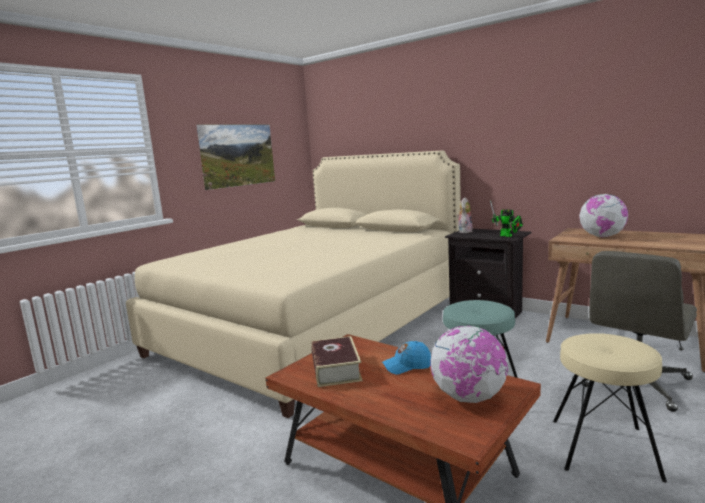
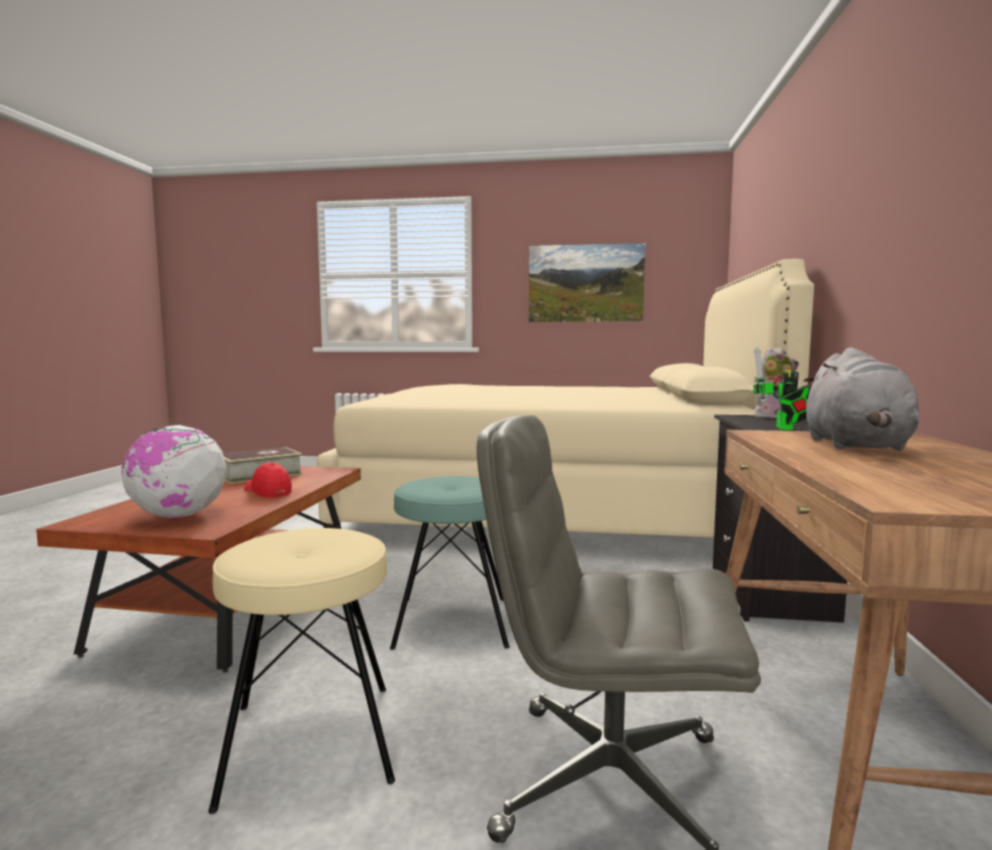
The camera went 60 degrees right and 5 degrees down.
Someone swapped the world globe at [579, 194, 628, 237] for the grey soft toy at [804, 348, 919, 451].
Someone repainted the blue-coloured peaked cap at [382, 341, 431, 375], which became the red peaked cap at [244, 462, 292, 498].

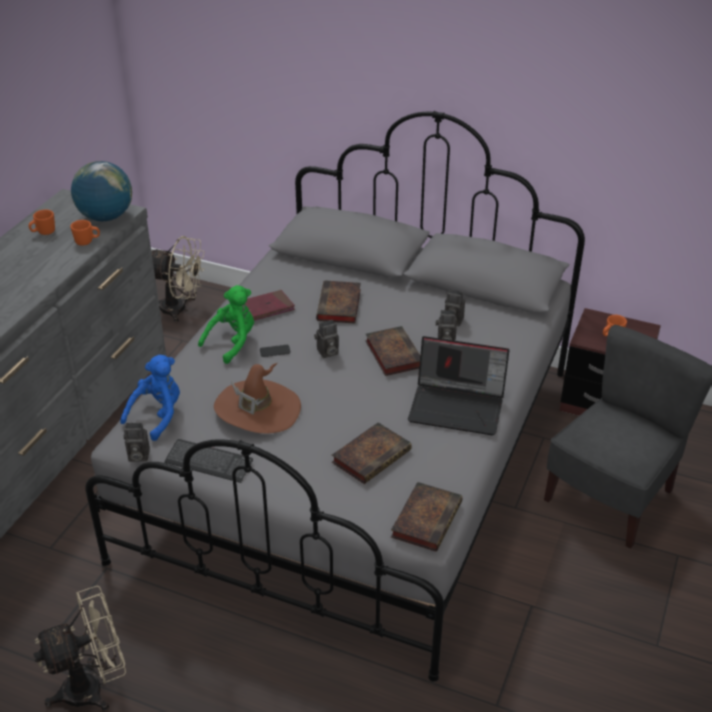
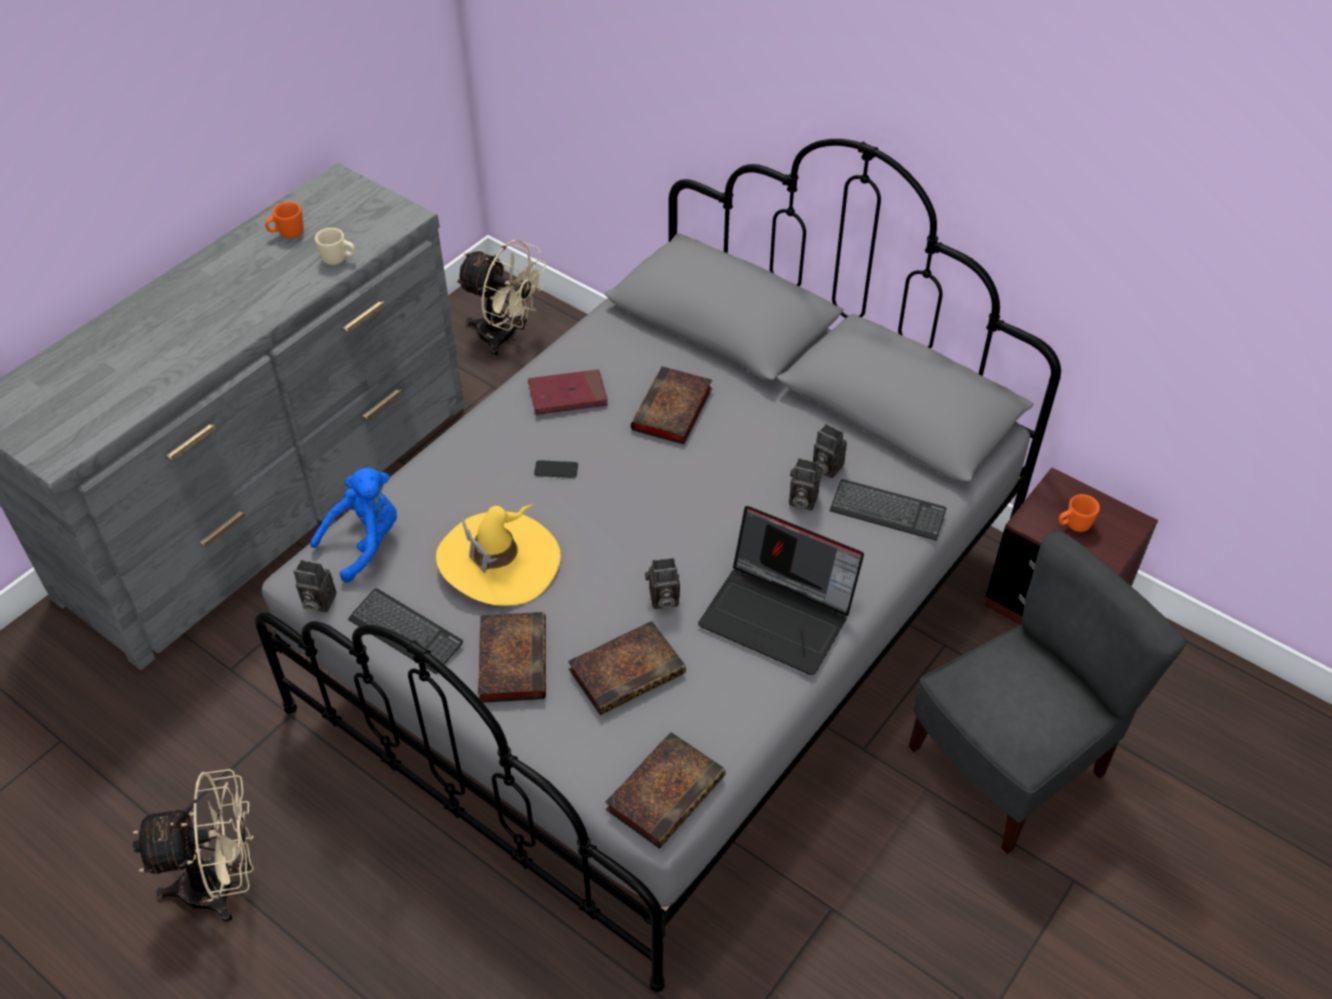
The camera went 15 degrees right and 10 degrees up.
Someone took away the world globe at [71, 161, 132, 221].
Someone repainted the orange-coloured tea mug at [70, 220, 100, 246], which became the beige tea mug at [315, 228, 355, 265].
Someone took away the green soft toy at [198, 285, 254, 364].
Someone carried the photo camera from [314, 320, 339, 358] to [645, 558, 680, 609].
Someone carried the book from [365, 326, 420, 376] to [478, 612, 546, 703].
Someone repainted the brown hat at [214, 363, 301, 433], which became the yellow hat at [436, 504, 561, 606].
Someone put down the computer keyboard at [830, 479, 946, 541].

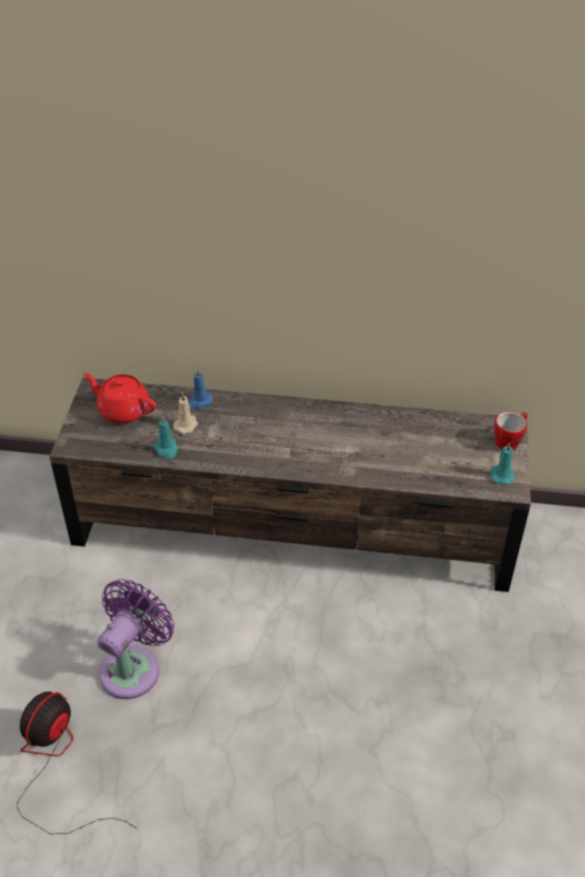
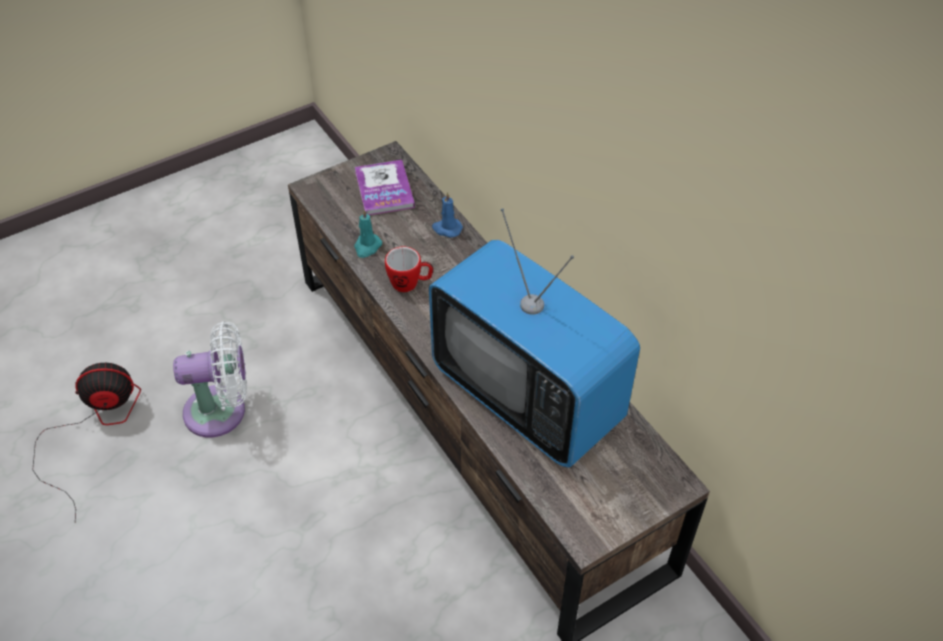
The camera went 50 degrees right and 5 degrees up.
Someone swapped the red tea pot at [83, 373, 156, 423] for the book at [355, 160, 415, 215].
Someone took away the beige wax candle at [173, 392, 198, 434].
Someone carried the tea mug from [494, 411, 528, 450] to [385, 246, 433, 292].
Someone took away the turquoise wax candle at [491, 442, 515, 484].
Someone repainted the purple-coloured fan at [98, 579, 174, 699], which became the white-coloured fan at [173, 321, 247, 438].
Someone put down the TV at [429, 209, 640, 468].

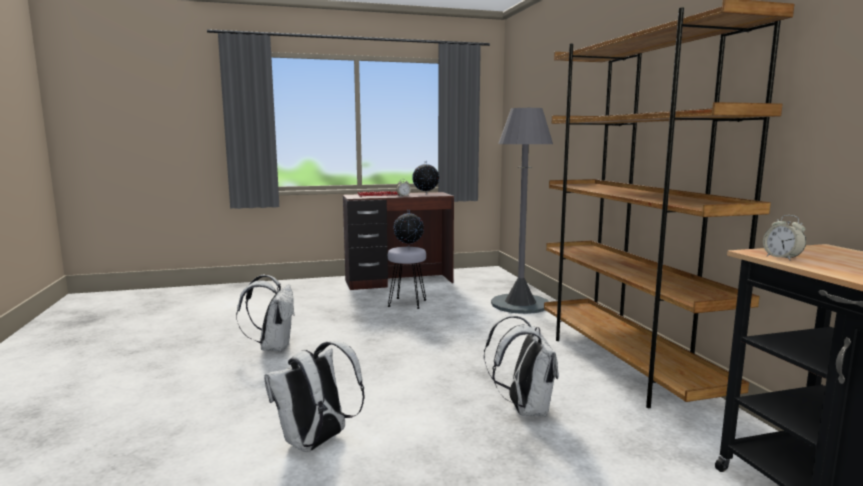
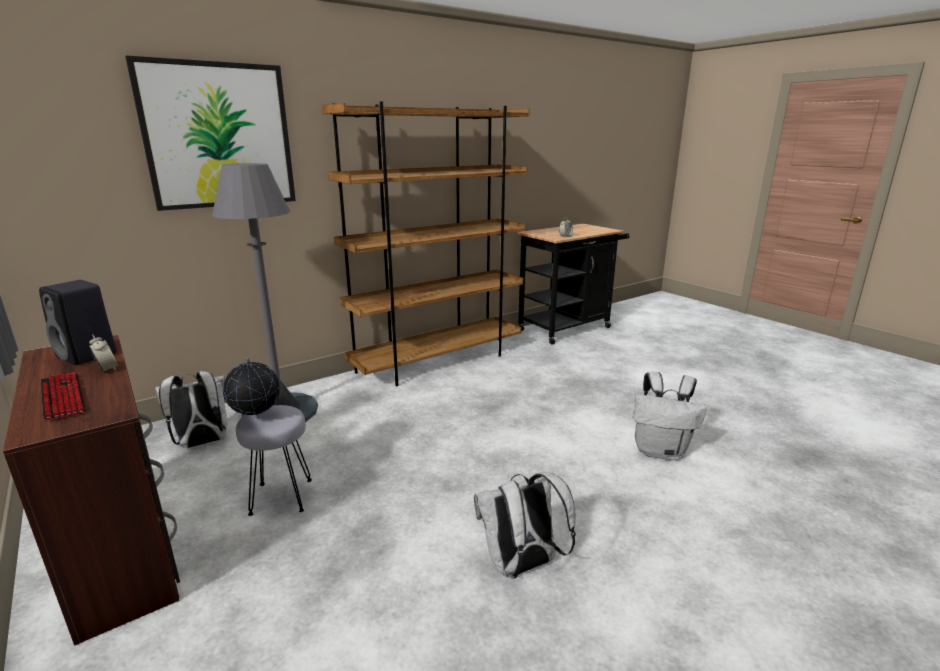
The camera went 110 degrees left and 10 degrees up.
Someone swapped the world globe at [412, 161, 439, 194] for the blackish loudspeaker at [39, 280, 117, 365].
Someone carried the white-coloured rucksack from [484, 315, 559, 416] to [155, 371, 228, 448].
Someone put up the picture at [125, 56, 296, 211].

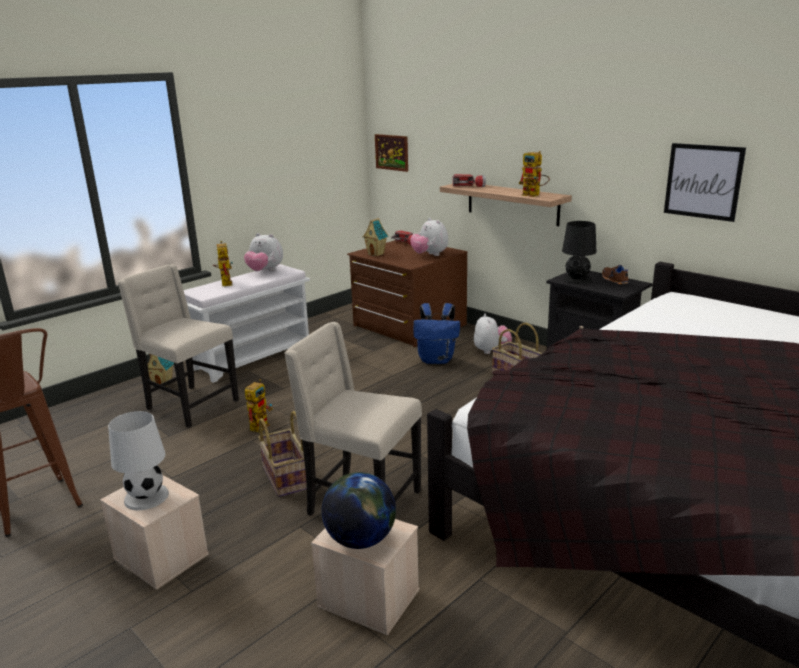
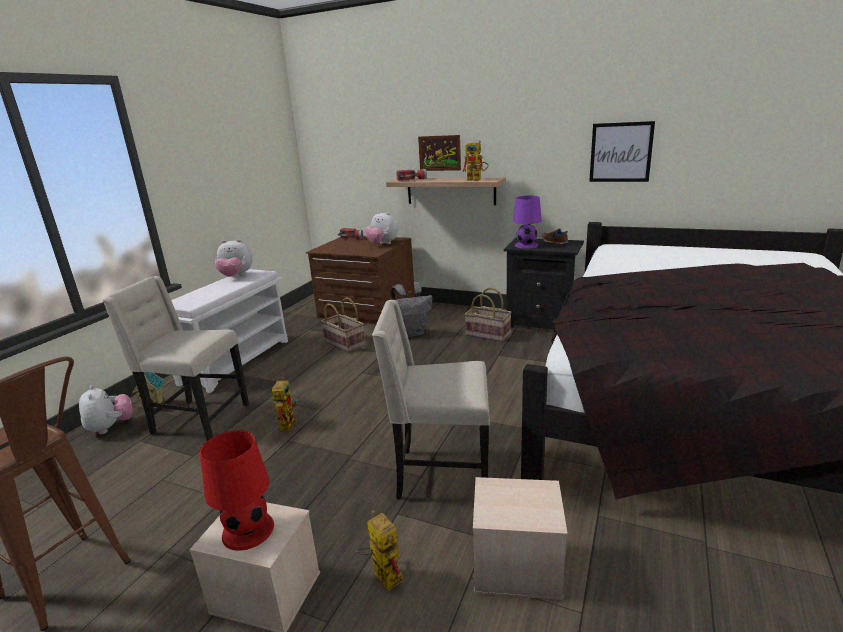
The camera went 20 degrees left and 0 degrees up.
Someone carried the picture from [375, 134, 408, 172] to [418, 135, 461, 171].
Someone took away the toy house at [363, 218, 388, 256].
Someone repainted the blackish lamp for a table at [562, 221, 596, 284], which became the purple-coloured lamp for a table at [513, 196, 542, 249].
Someone carried the toy robot from [213, 241, 233, 286] to [356, 510, 403, 591].
Someone repainted the blue-coloured rucksack at [414, 303, 460, 364], which became the grey rucksack at [391, 282, 432, 338].
Someone carried the soft toy from [474, 313, 512, 354] to [79, 386, 133, 434].
Someone repainted the white-coloured lamp for a table at [108, 411, 169, 510], which became the red lamp for a table at [200, 430, 274, 551].
Someone carried the household basket from [258, 411, 307, 497] to [321, 297, 365, 353].
Someone took away the world globe at [321, 472, 396, 549].

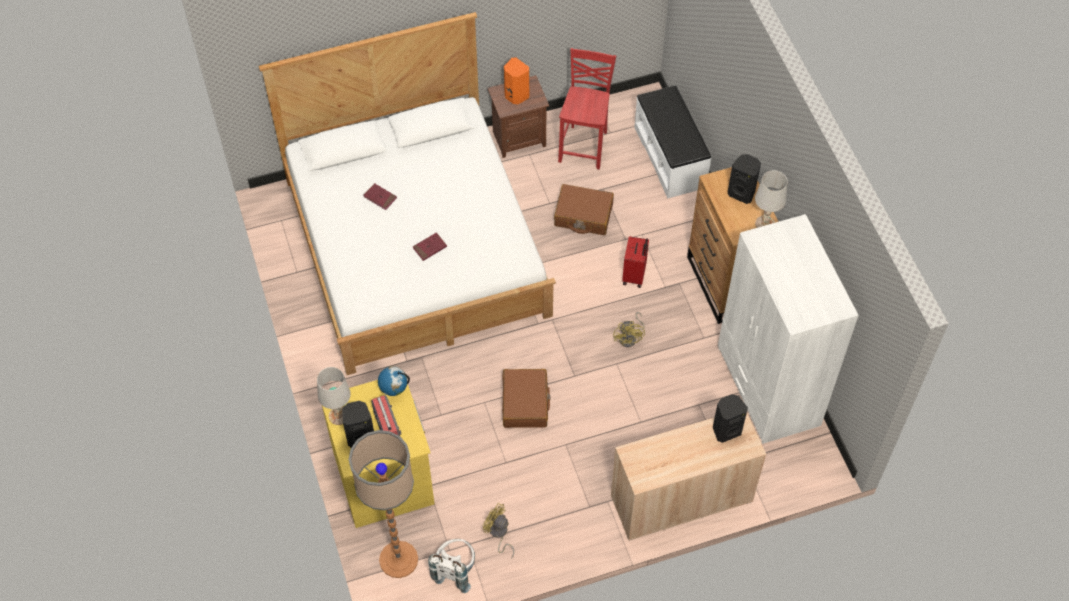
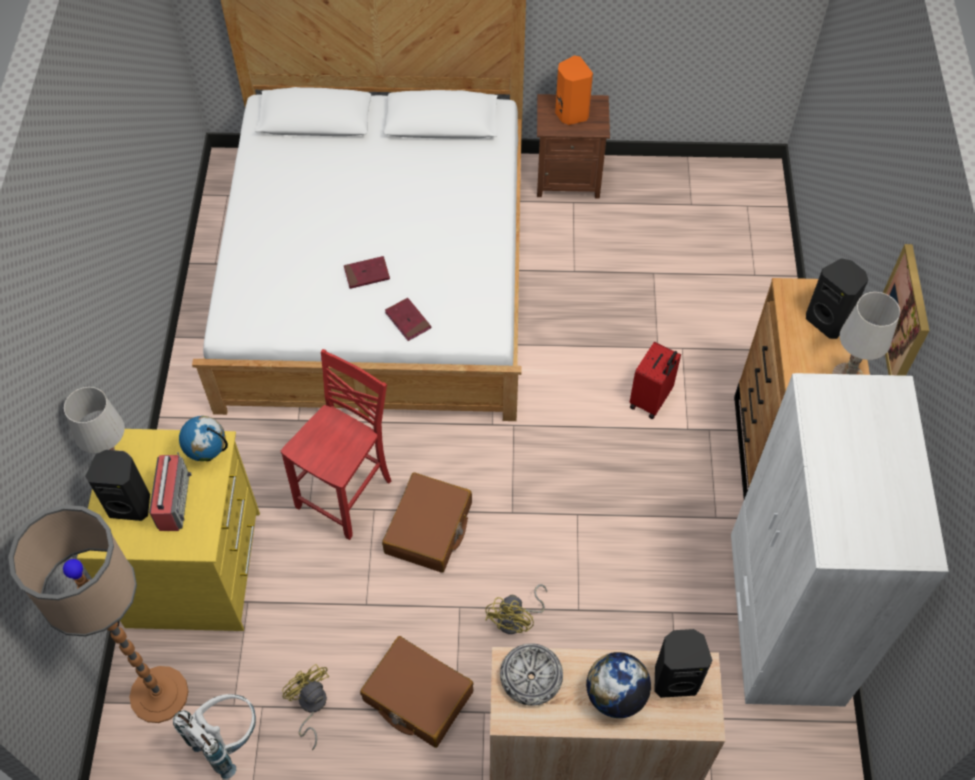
The camera went 20 degrees right and 0 degrees up.
Someone carried the red upright chair from [558, 48, 616, 169] to [281, 349, 391, 540].
Someone took away the white-coloured bench at [634, 85, 711, 198].
Someone carried the red book from [363, 183, 397, 210] to [385, 298, 431, 341].
Someone carried the brown piece of luggage from [554, 184, 614, 235] to [360, 636, 473, 748].
Someone carried the yellow fan from [613, 312, 645, 347] to [485, 584, 547, 634].
Someone put up the picture at [880, 244, 929, 376].
Someone put down the bowl at [500, 643, 563, 706].
Someone put down the world globe at [586, 652, 651, 718].

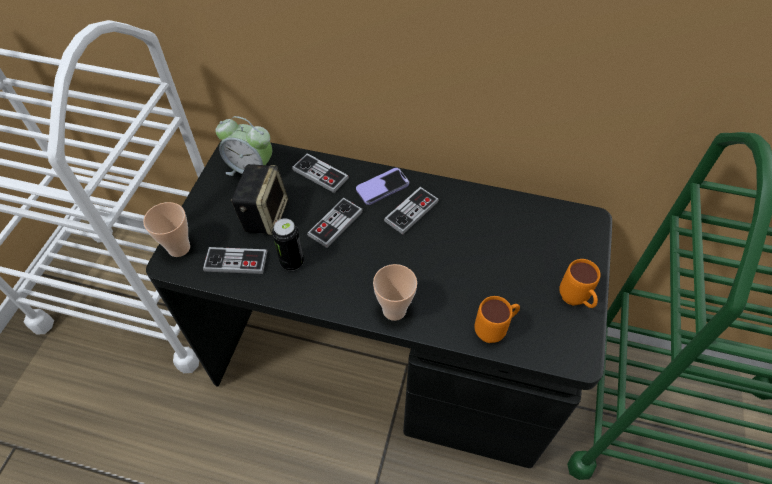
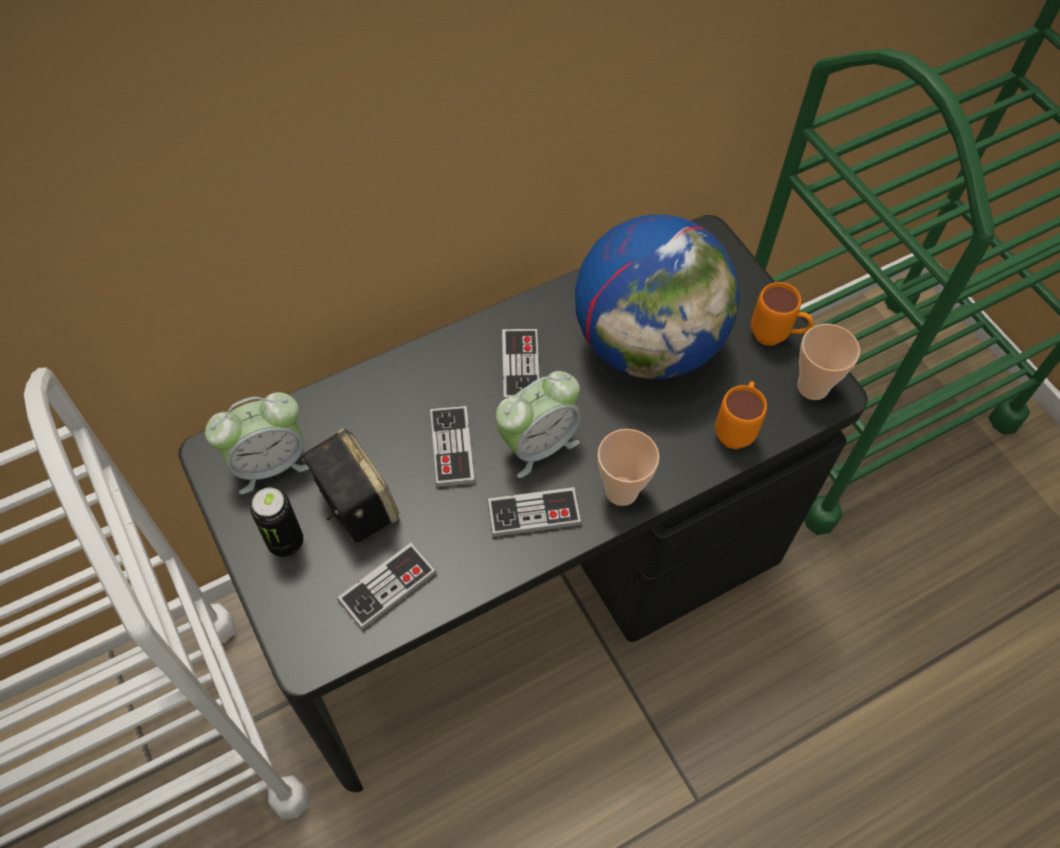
The camera went 45 degrees left and 5 degrees up.
Someone carried the joypad from [292, 153, 349, 193] to [487, 487, 582, 537].
Someone took away the telephone at [356, 168, 409, 205].
Someone carried the small cup from [143, 202, 190, 257] to [797, 324, 860, 400].
Someone carried the sealed can from [272, 218, 304, 271] to [250, 488, 304, 557].
Someone put down the world globe at [575, 215, 740, 379].
Someone put down the bedside clock at [496, 371, 581, 478].

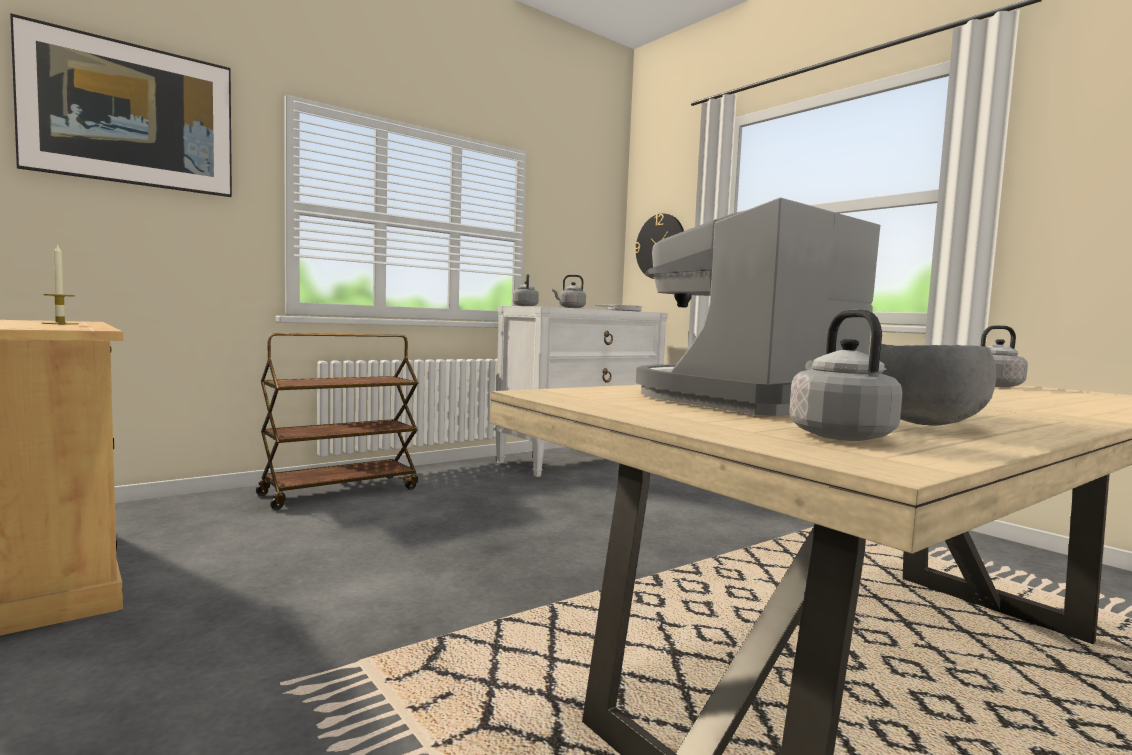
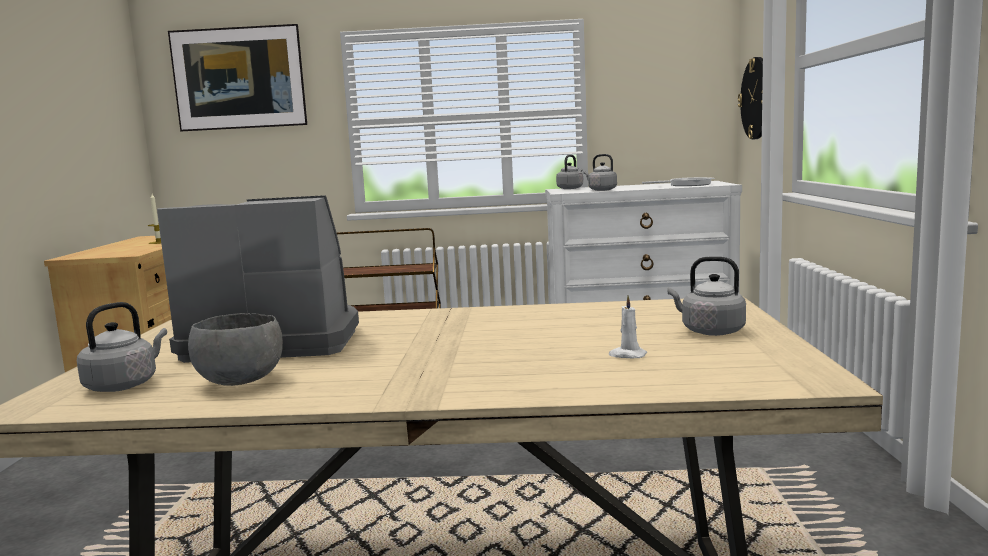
The camera went 40 degrees right and 5 degrees up.
Someone put down the white-coloured wax candle at [609, 295, 647, 358].

